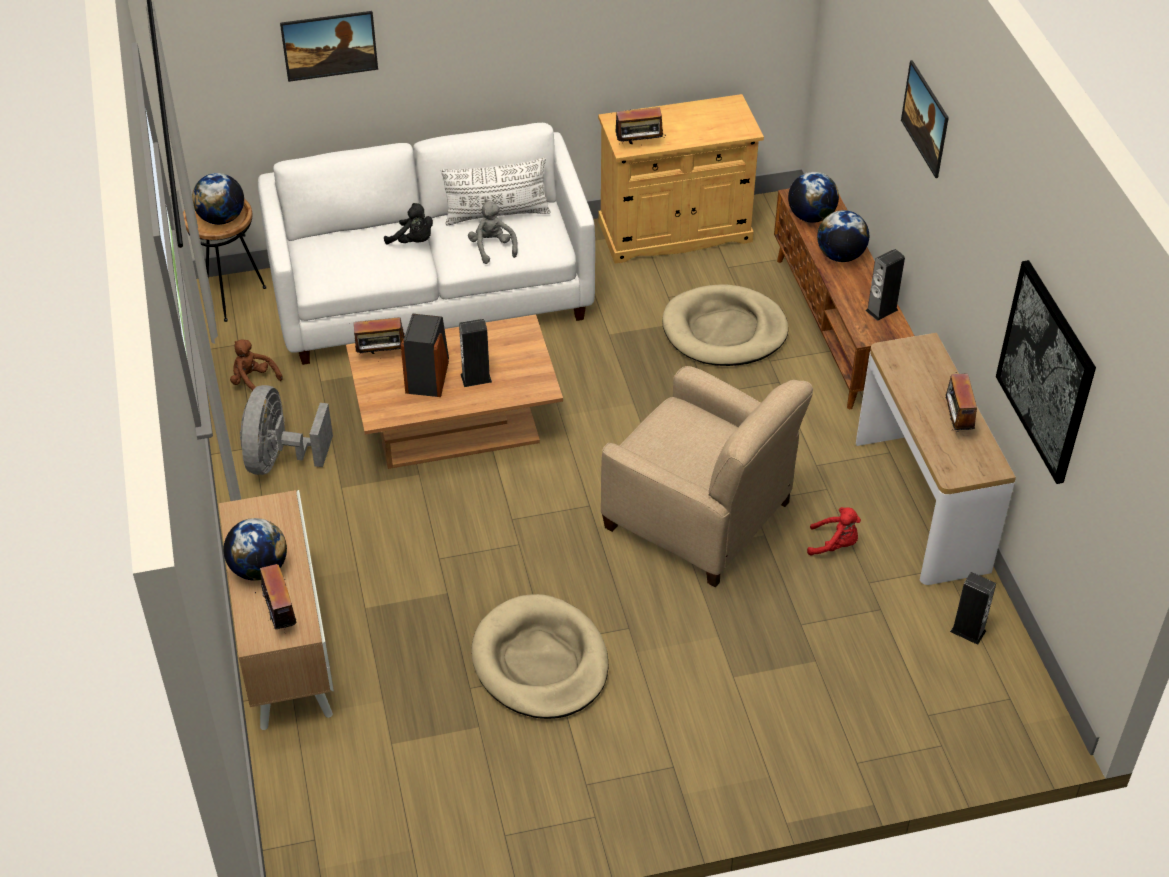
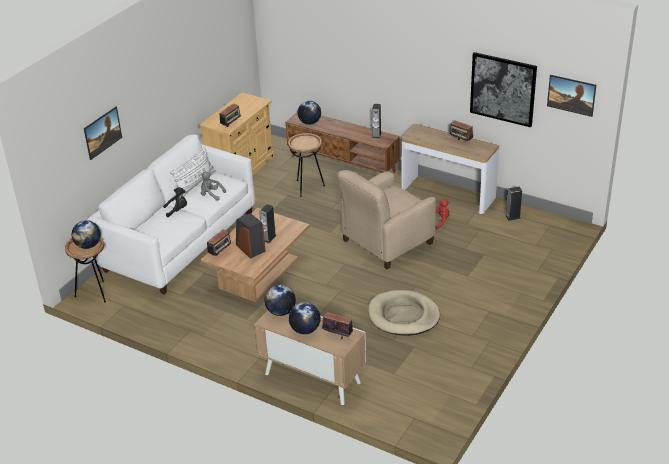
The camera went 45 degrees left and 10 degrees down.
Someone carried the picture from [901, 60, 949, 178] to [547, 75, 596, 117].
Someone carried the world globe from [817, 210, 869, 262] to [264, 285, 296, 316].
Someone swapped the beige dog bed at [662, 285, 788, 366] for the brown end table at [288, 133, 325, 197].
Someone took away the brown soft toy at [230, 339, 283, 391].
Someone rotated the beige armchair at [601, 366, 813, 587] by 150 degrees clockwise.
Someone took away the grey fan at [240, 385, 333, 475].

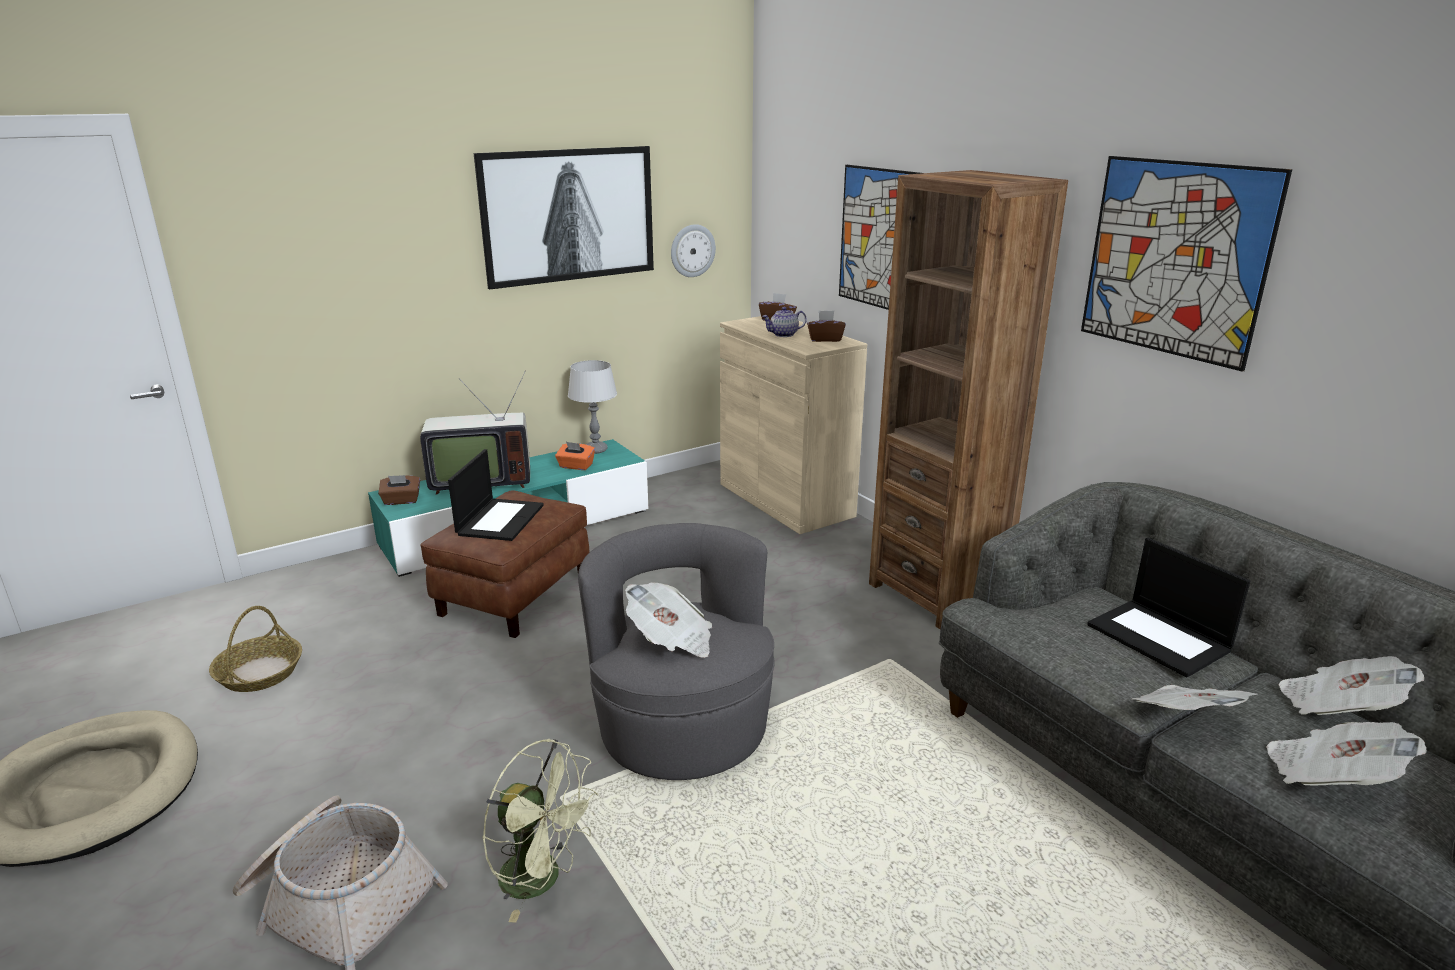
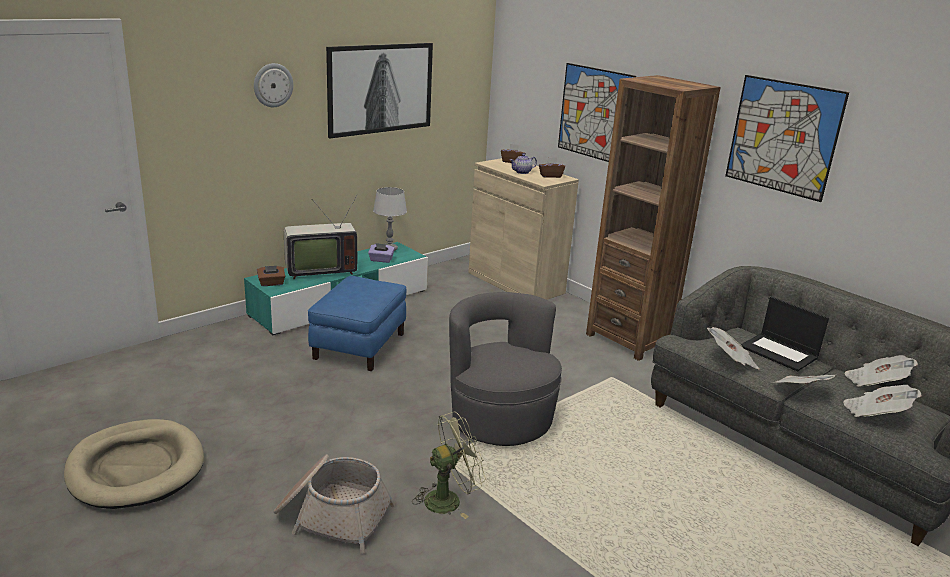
The camera went 10 degrees left and 0 degrees up.
Someone carried the wall clock from [671, 224, 716, 277] to [254, 63, 293, 107].
Someone repainted the orange-coloured box of tissues at [555, 442, 595, 470], which became the purple-coloured box of tissues at [368, 243, 395, 263].
Someone took away the notebook computer at [448, 449, 544, 541].
Someone repainted the brown ottoman at [420, 490, 589, 638], which became the blue-coloured ottoman at [308, 276, 406, 371].
Someone carried the newspaper from [626, 583, 712, 658] to [707, 327, 759, 369].
Someone took away the household basket at [209, 606, 302, 692].
Someone rotated the green fan at [482, 739, 599, 923] by 45 degrees counterclockwise.

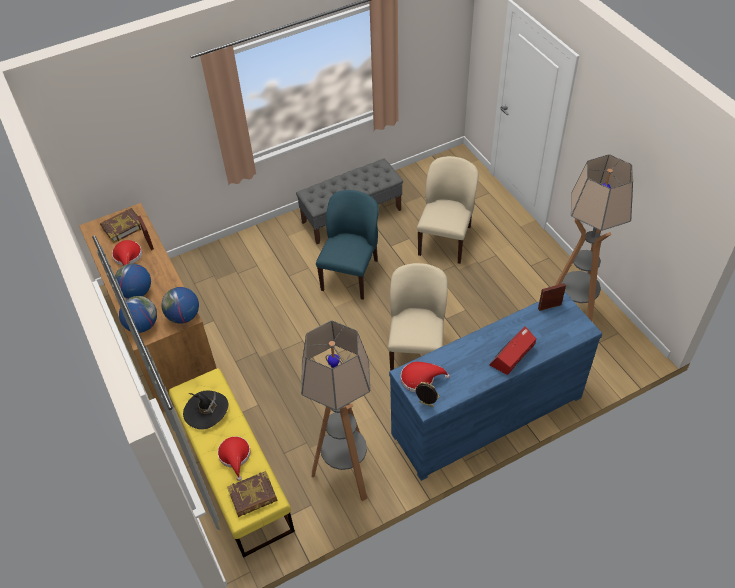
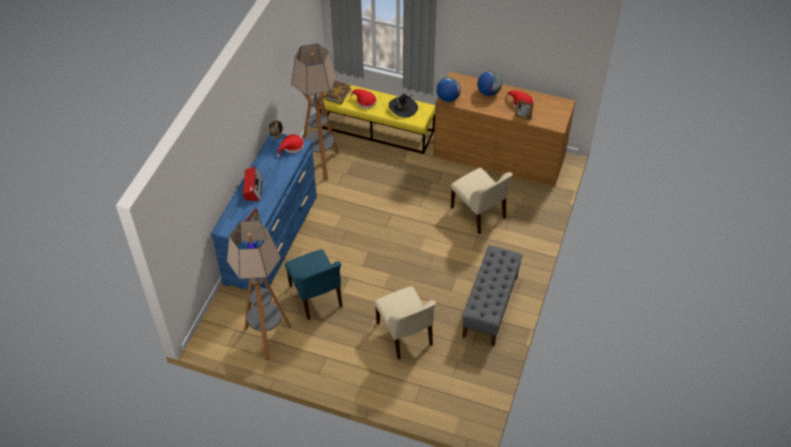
The camera went 135 degrees right and 0 degrees up.
Someone carried the blue-coloured upright chair from [316, 190, 379, 300] to [285, 249, 343, 320].
Someone took away the book at [100, 208, 142, 243].
Someone carried the beige upright chair from [388, 263, 448, 371] to [451, 168, 513, 234].
Someone took away the world globe at [119, 296, 157, 333].

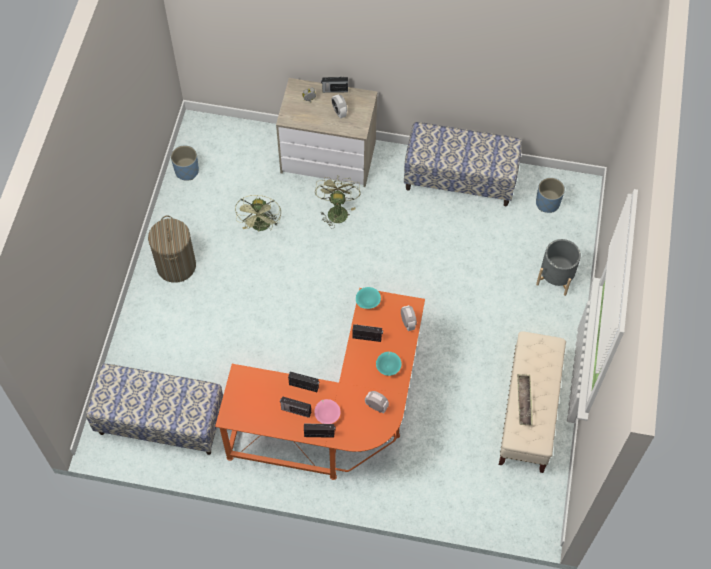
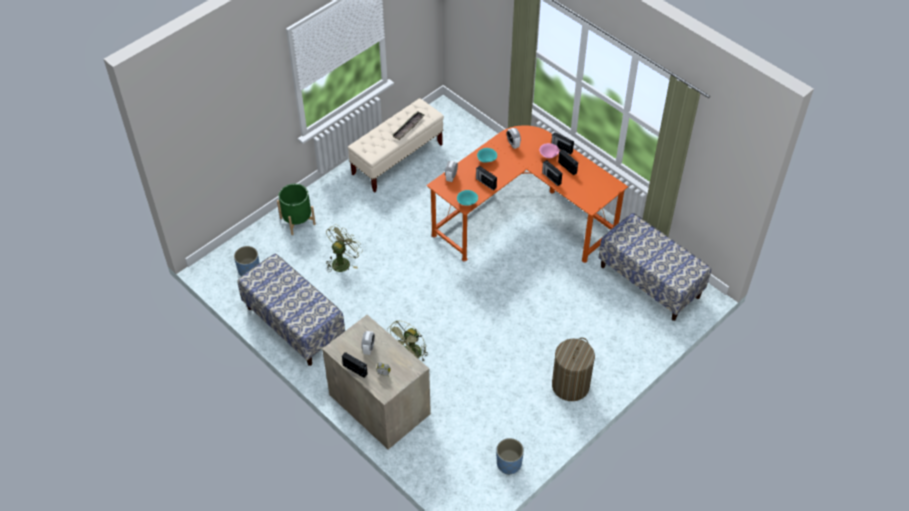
The camera went 145 degrees left and 10 degrees down.
Someone carried the green fan from [235, 195, 281, 232] to [326, 224, 363, 272].
Someone repainted the grey plant pot at [536, 239, 581, 296], which became the green plant pot at [277, 184, 316, 235].

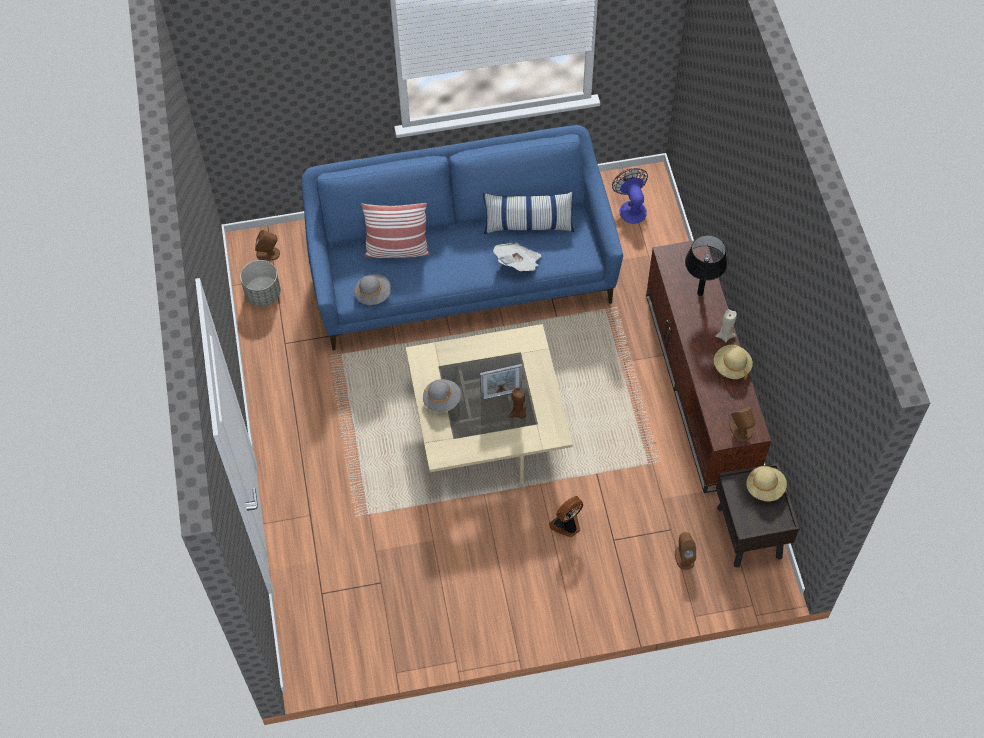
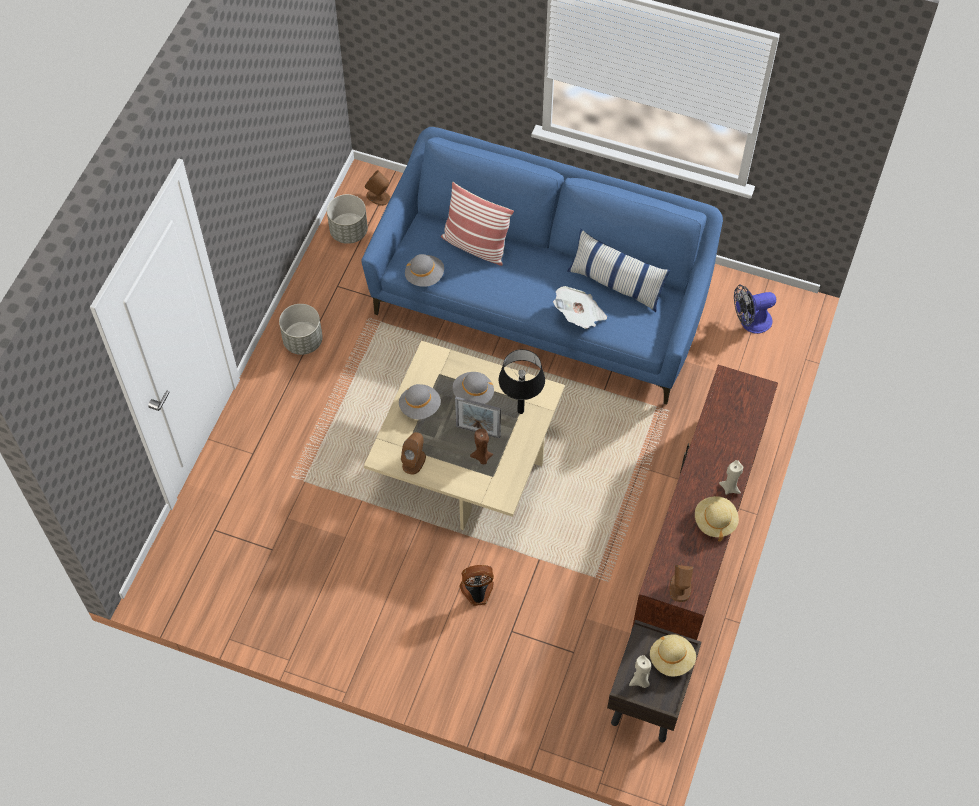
The camera went 30 degrees right and 0 degrees up.
Someone rotated the fan at [612, 168, 648, 224] by 120 degrees counterclockwise.
Someone carried the blackish lamp for a table from [685, 235, 727, 296] to [498, 349, 545, 414].
Someone carried the brown loudspeaker from [675, 532, 696, 570] to [401, 432, 426, 475].
Someone put down the grey plant pot at [279, 304, 323, 355].
Someone put down the grey hat at [453, 372, 494, 404].
Someone put down the beige wax candle at [629, 655, 651, 688].

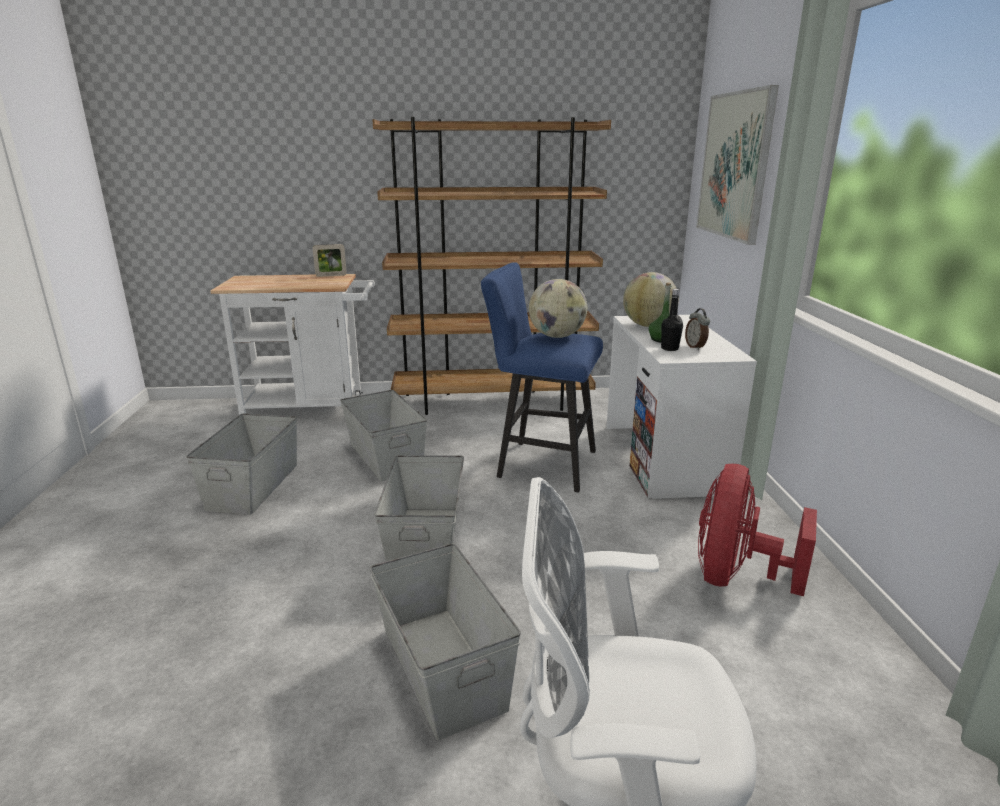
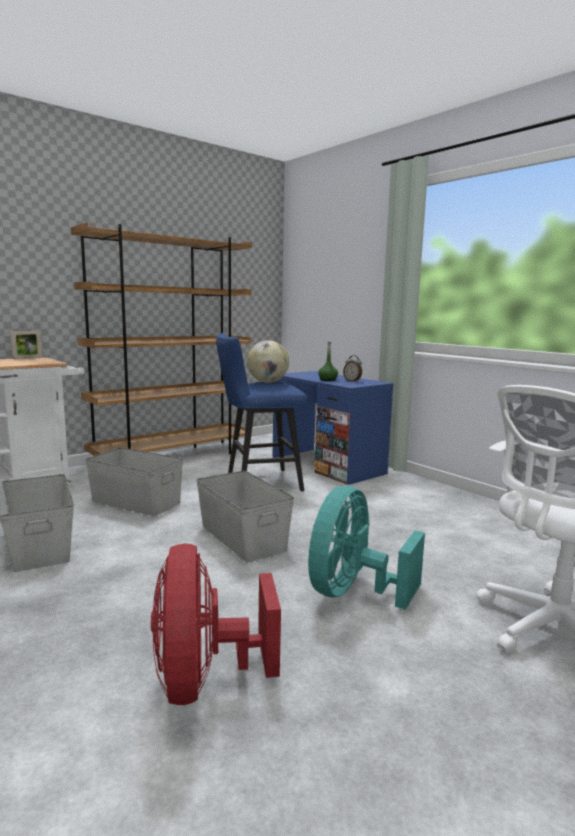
The camera went 35 degrees left and 10 degrees down.
Someone took away the picture at [696, 85, 779, 245].
Someone took away the world globe at [623, 272, 679, 327].
Someone took away the blackish bottle at [661, 289, 683, 351].
Someone repainted the white-coloured desk unit at [606, 315, 757, 499], which became the blue-coloured desk unit at [272, 371, 394, 485].
Someone carried the red fan from [698, 464, 817, 596] to [151, 543, 281, 705].
Someone swapped the grey storage box at [369, 543, 521, 740] for the turquoise fan at [308, 486, 425, 610].

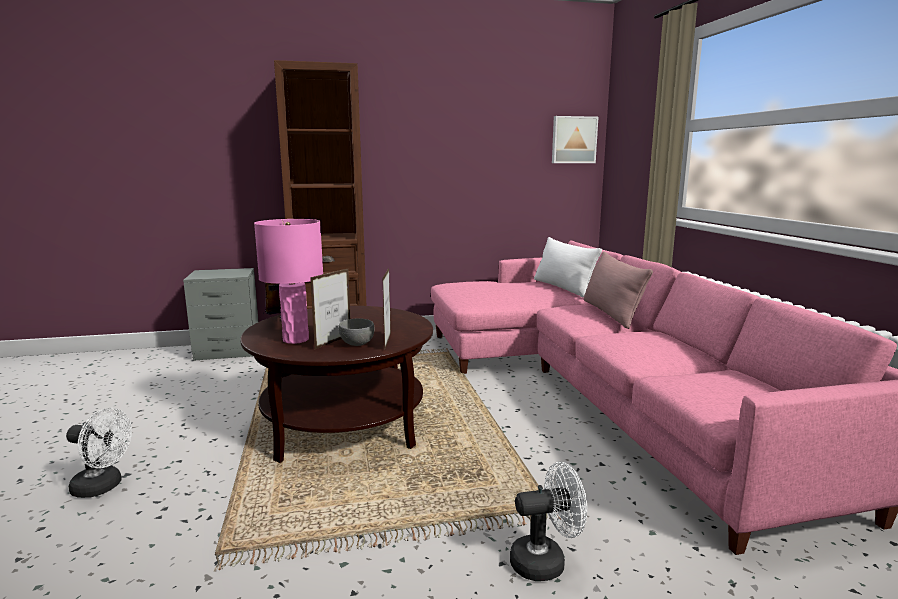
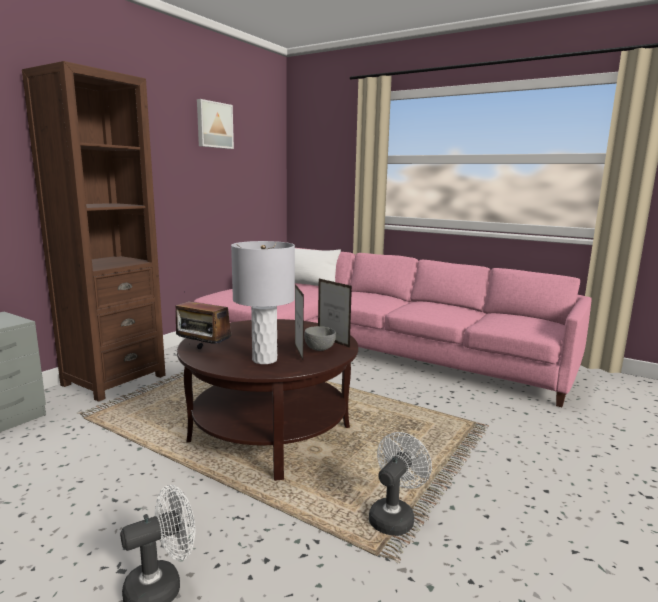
The camera went 45 degrees left and 0 degrees up.
Someone carried the picture from [552, 116, 598, 163] to [197, 99, 234, 149].
Someone repainted the pinkish lamp for a table at [254, 219, 323, 344], which became the grey lamp for a table at [231, 241, 295, 364].
Someone took away the pinkish pillow at [584, 251, 653, 329].
Someone carried the white-coloured fan from [510, 462, 587, 581] to [369, 432, 432, 536].

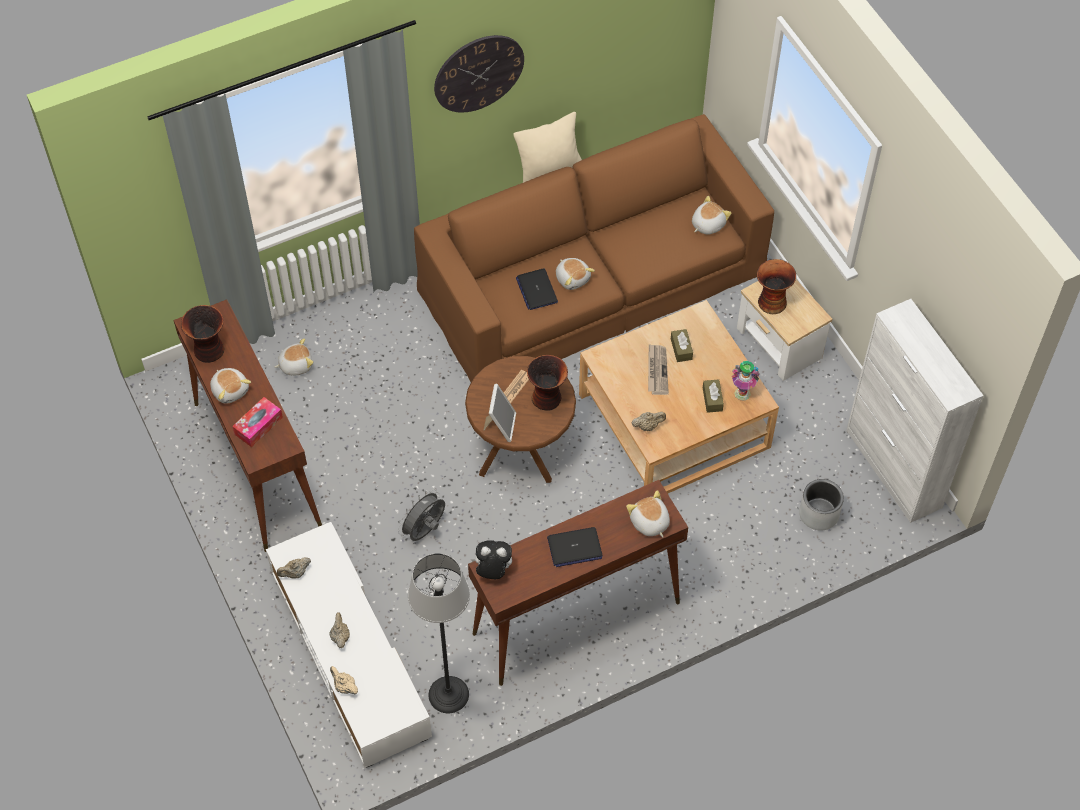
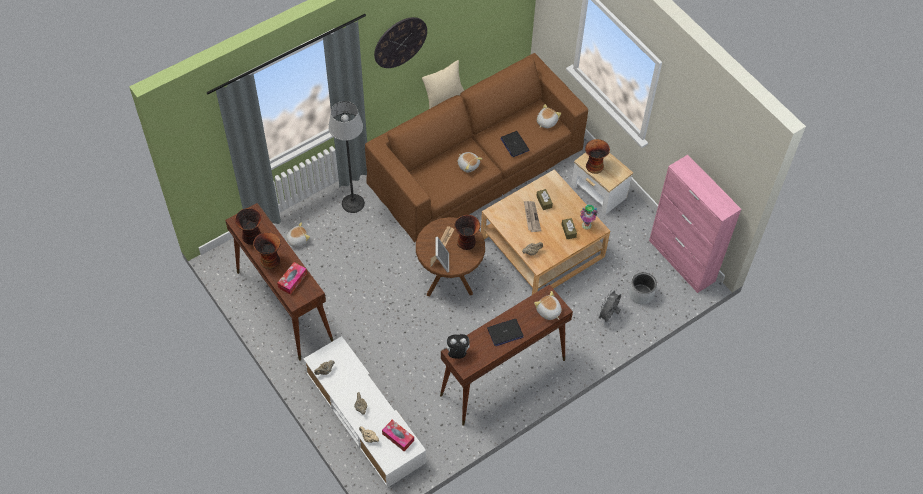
The camera went 10 degrees left and 0 degrees up.
Someone carried the notebook computer from [516, 268, 558, 310] to [500, 131, 529, 157].
Someone repainted the white-coloured cupboard at [846, 299, 984, 523], which became the pinkish cupboard at [649, 155, 741, 293].
Someone swapped the soft toy at [210, 368, 251, 404] for the vase at [253, 232, 281, 269].
Someone carried the grey fan from [398, 489, 445, 541] to [596, 288, 621, 322].
Someone carried the standing lamp from [408, 553, 470, 713] to [328, 101, 365, 213].
Someone put down the box of tissues at [382, 420, 414, 451].

